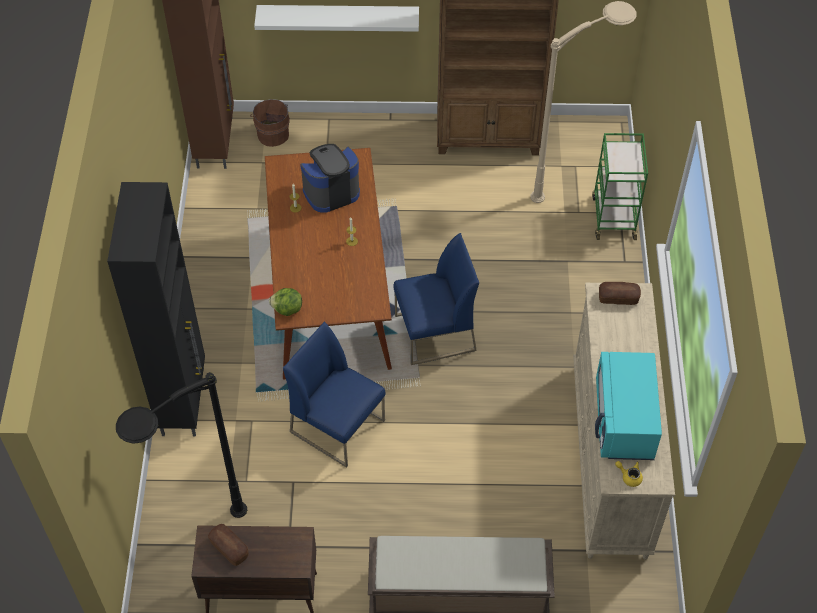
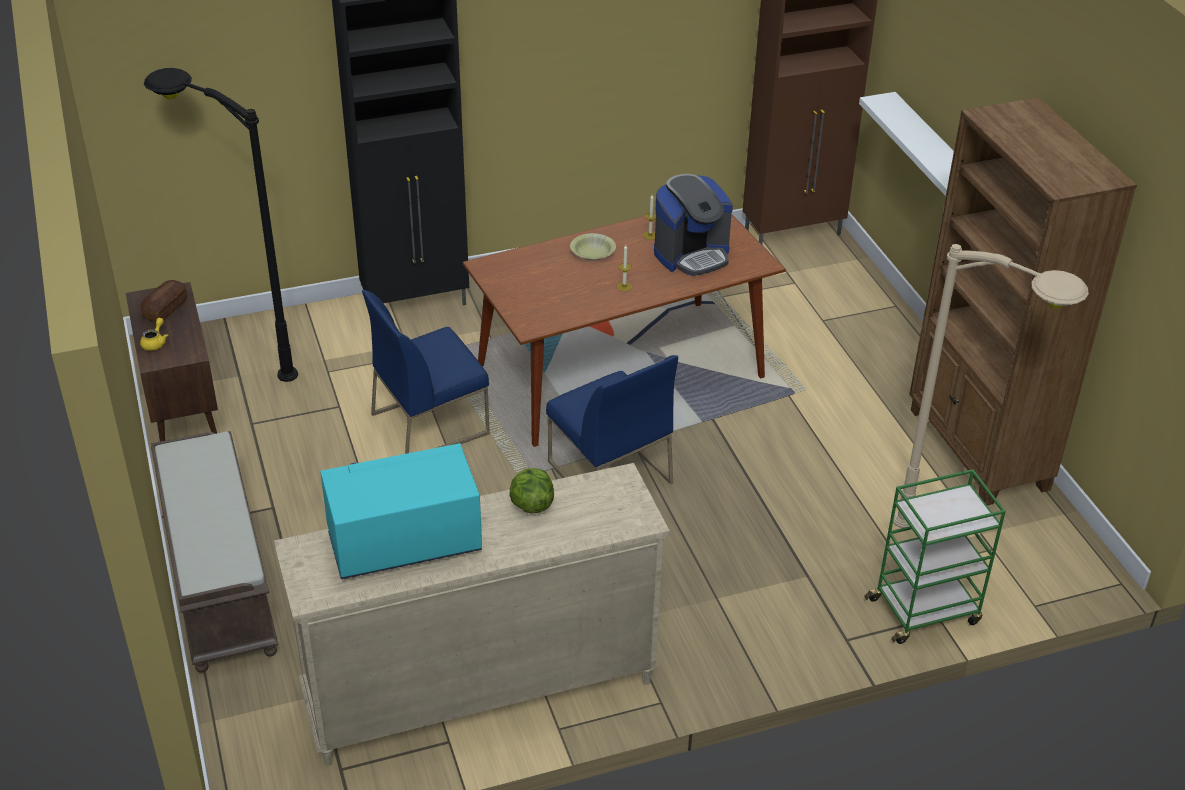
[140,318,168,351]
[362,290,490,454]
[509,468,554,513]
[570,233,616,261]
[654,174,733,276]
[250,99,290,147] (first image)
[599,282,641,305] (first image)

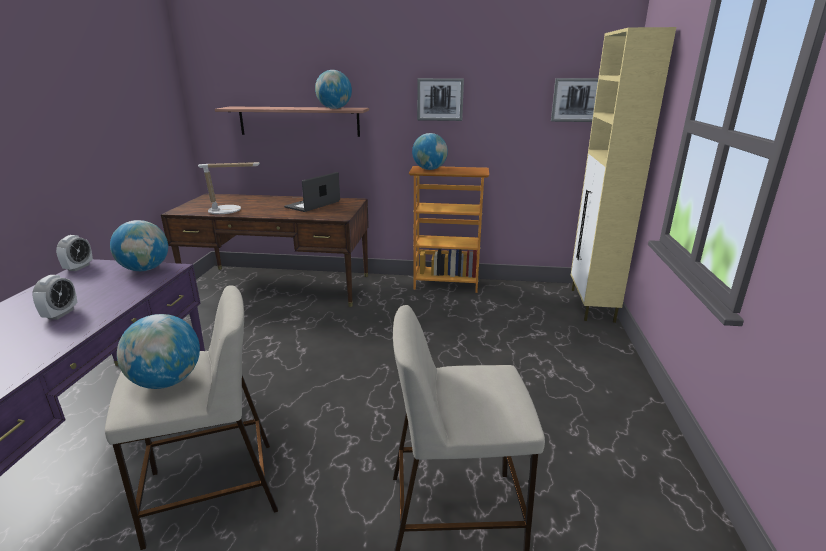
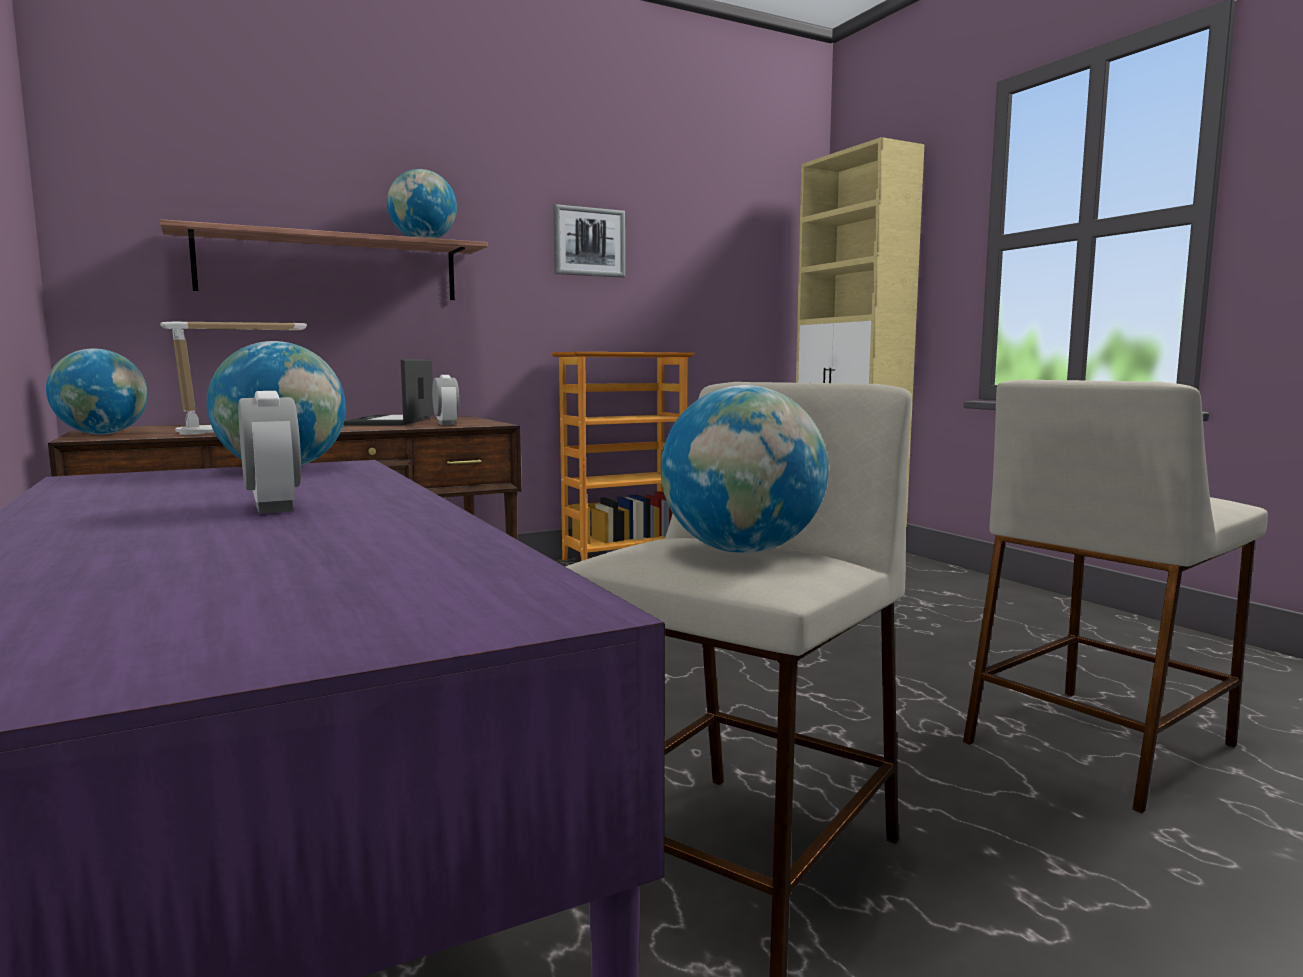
[46,348,148,434]
[432,375,459,425]
[551,78,598,122] (first image)

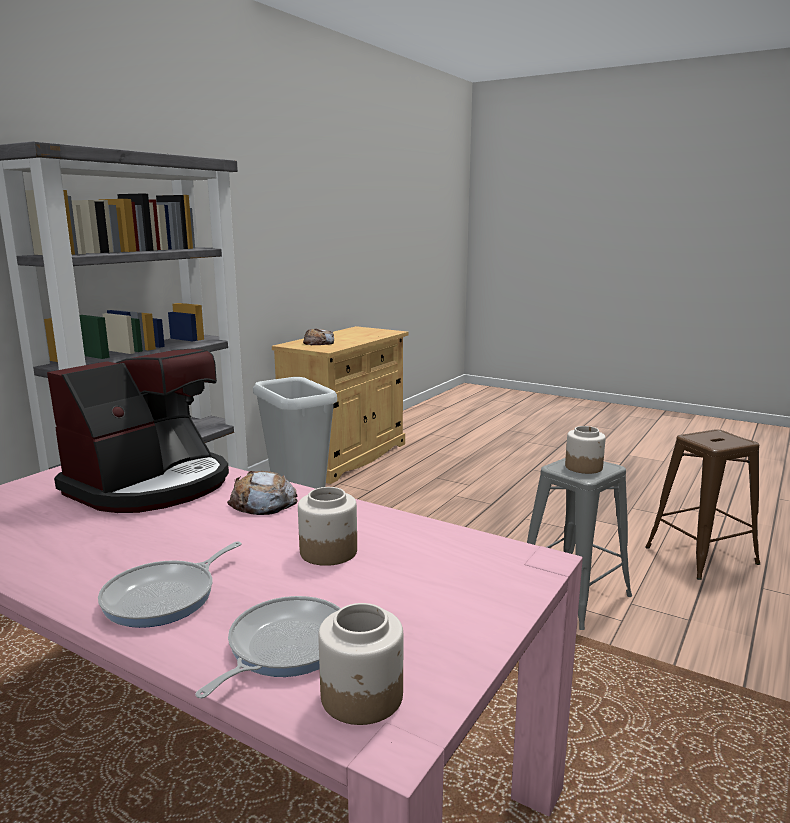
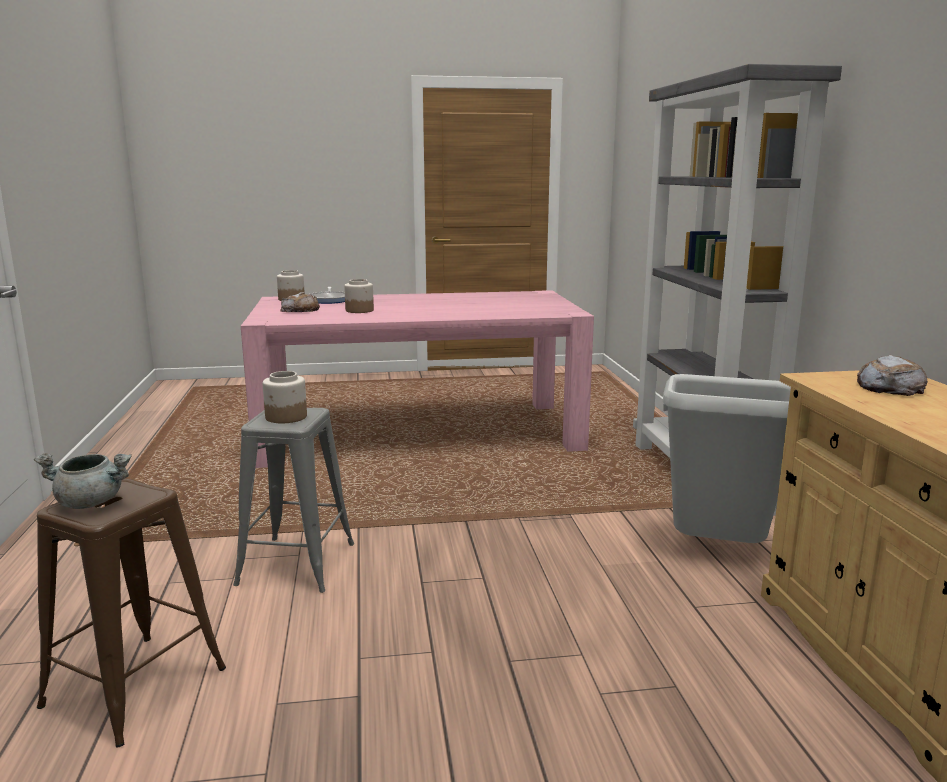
[33,453,132,509]
[281,292,320,312]
[47,349,229,513] (first image)
[98,541,242,628] (first image)

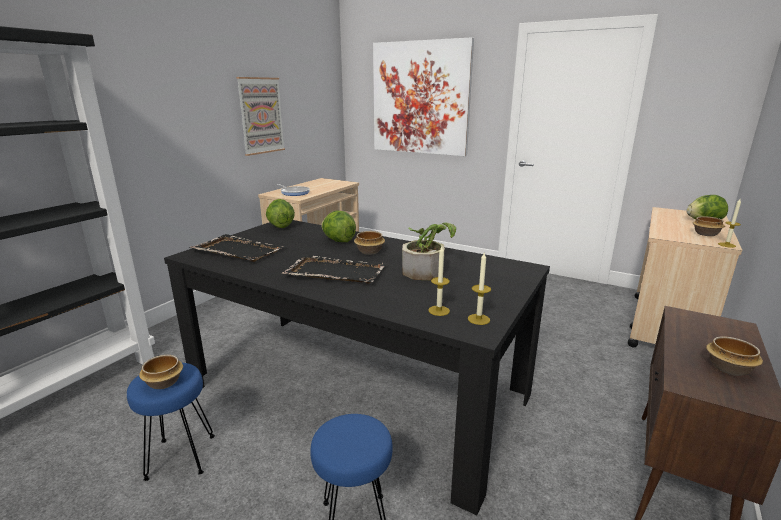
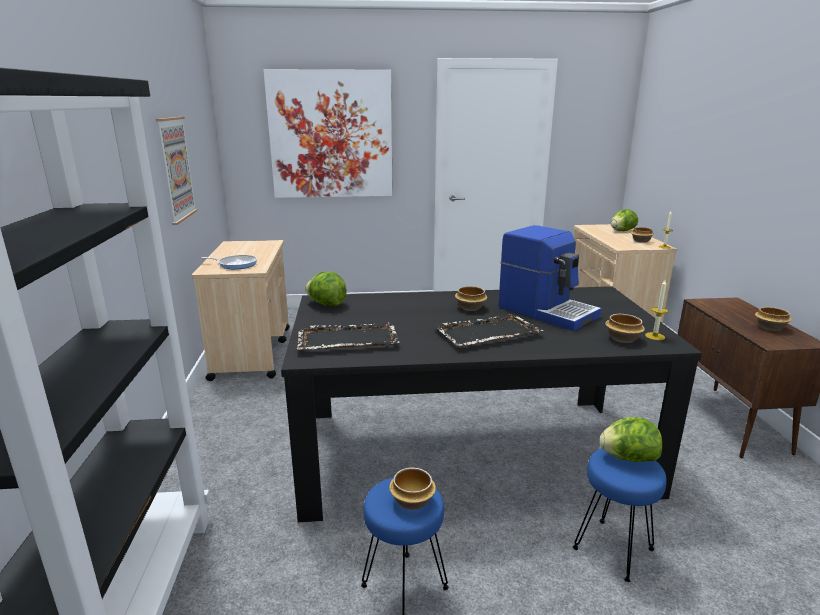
[498,225,602,331]
[599,417,662,462]
[605,314,645,343]

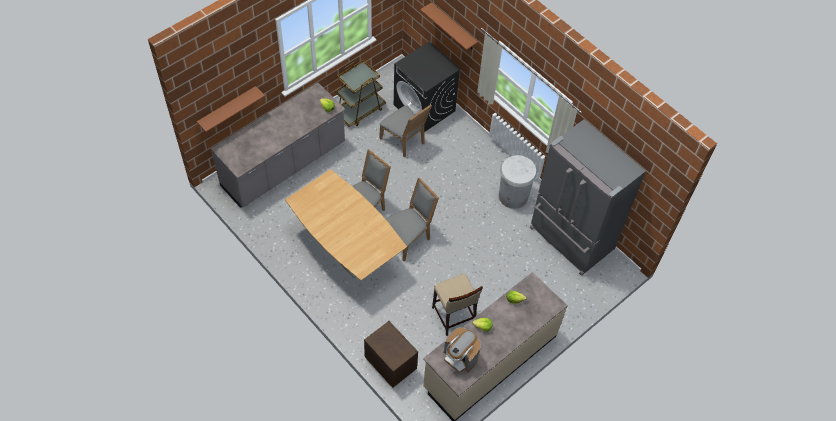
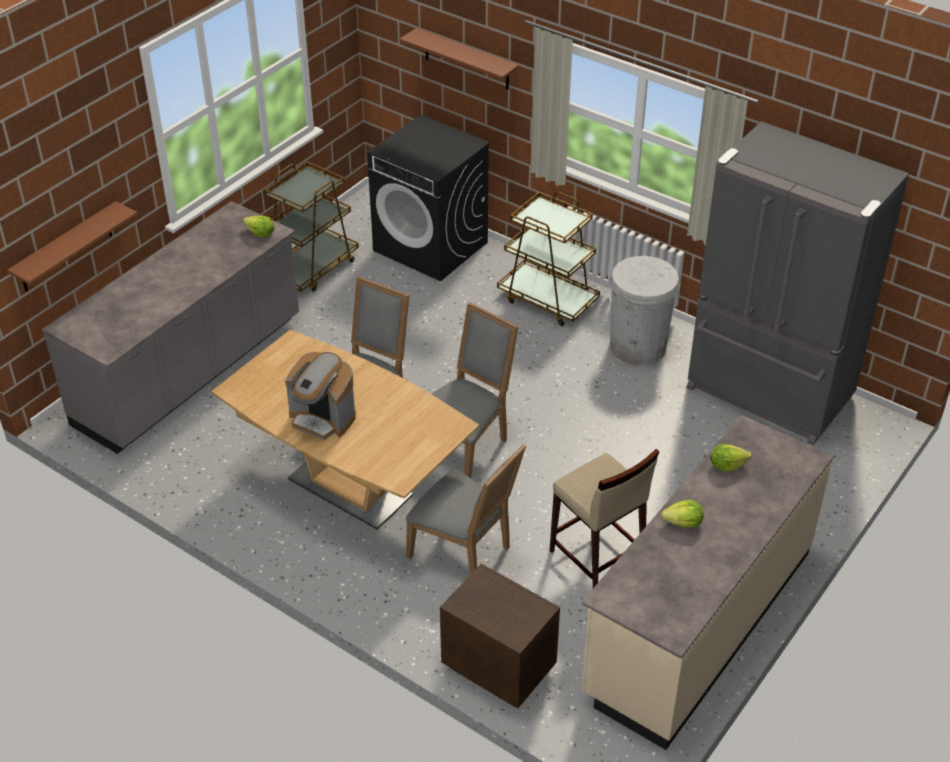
[285,352,356,440]
[406,444,526,575]
[497,192,600,326]

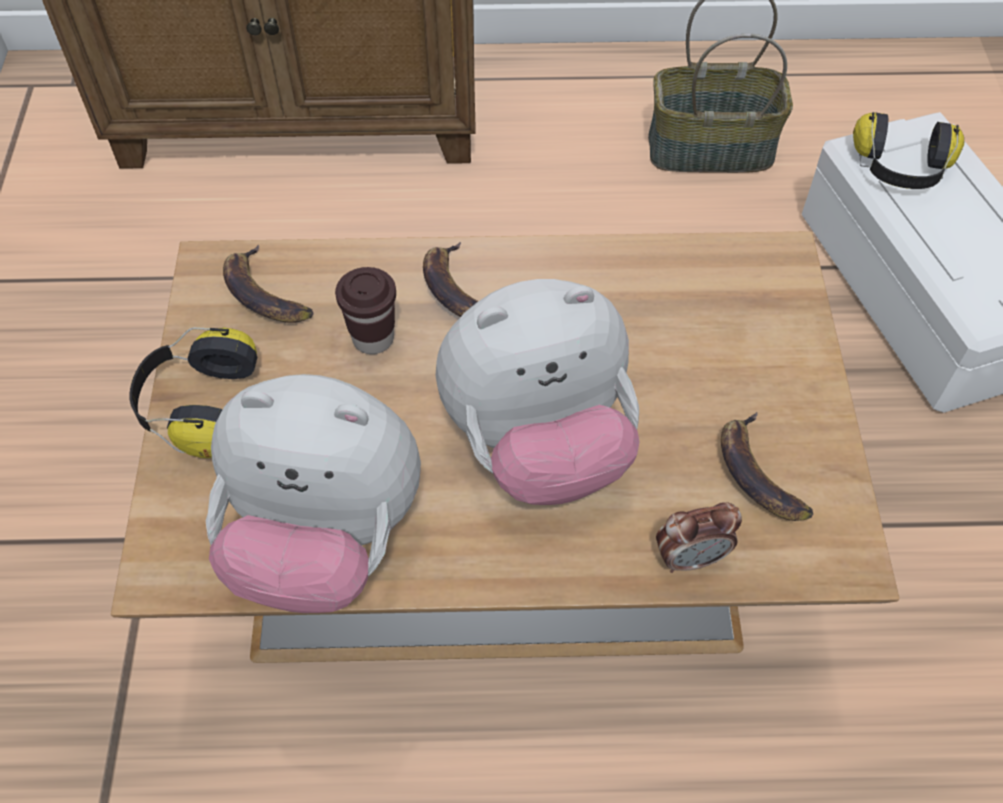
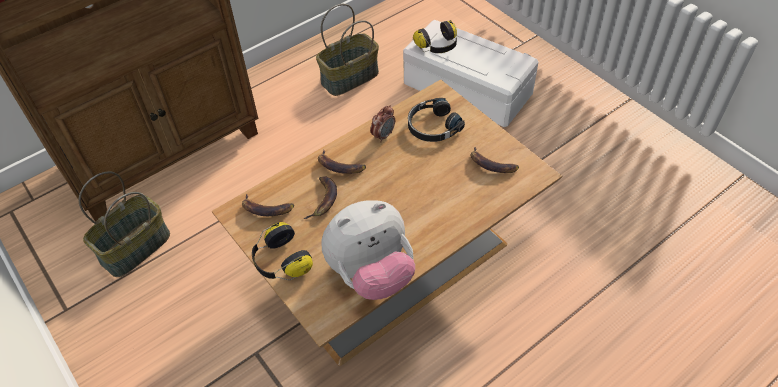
[79,171,170,277]
[304,176,337,219]
[370,105,395,143]
[408,98,465,142]
[435,279,640,505] (first image)

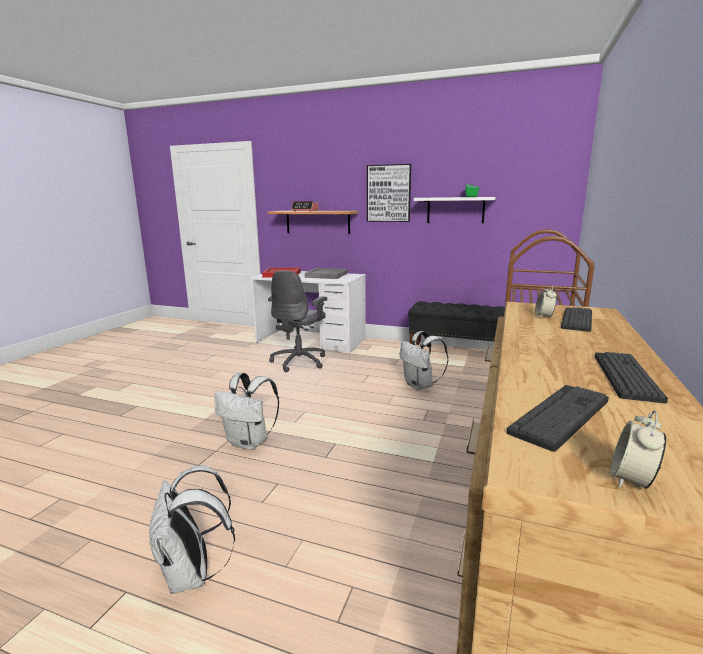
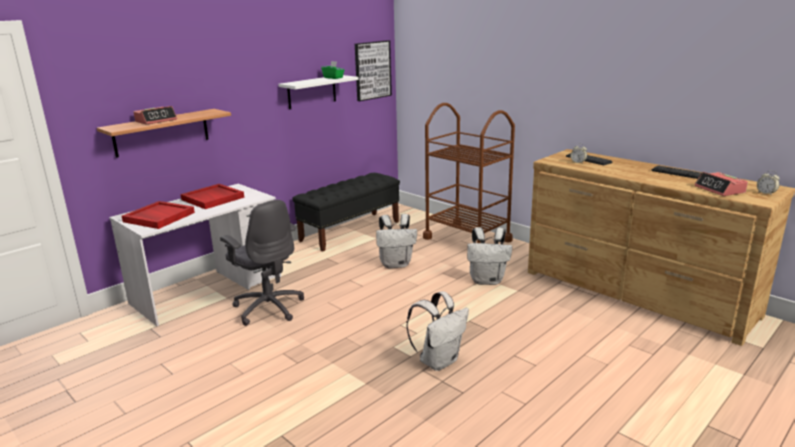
[180,184,244,209]
[355,40,392,101]
[467,227,512,285]
[694,172,748,196]

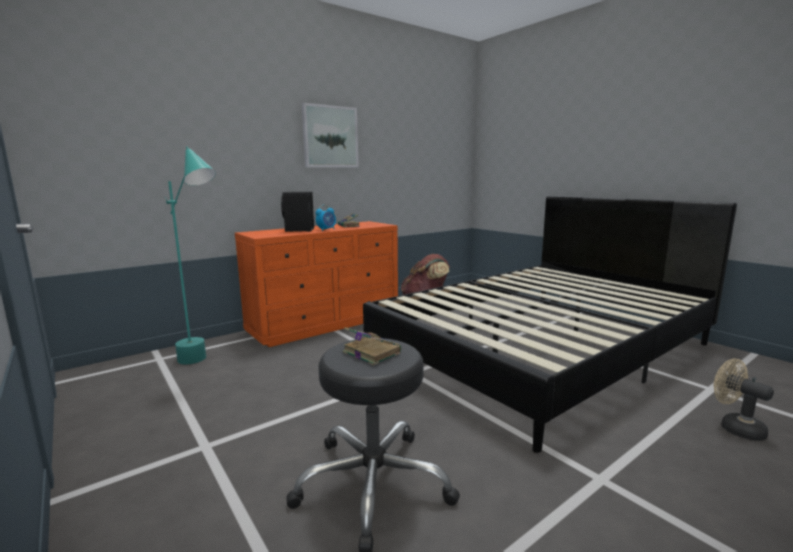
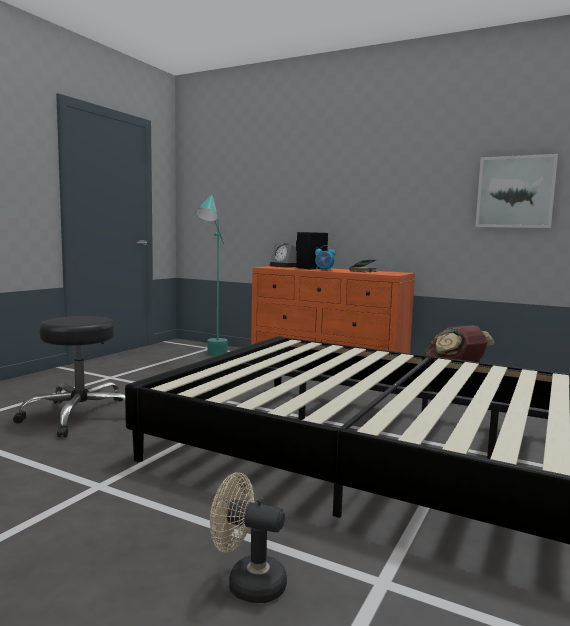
[210,472,287,603]
[270,243,297,268]
[475,154,558,228]
[343,327,401,365] (first image)

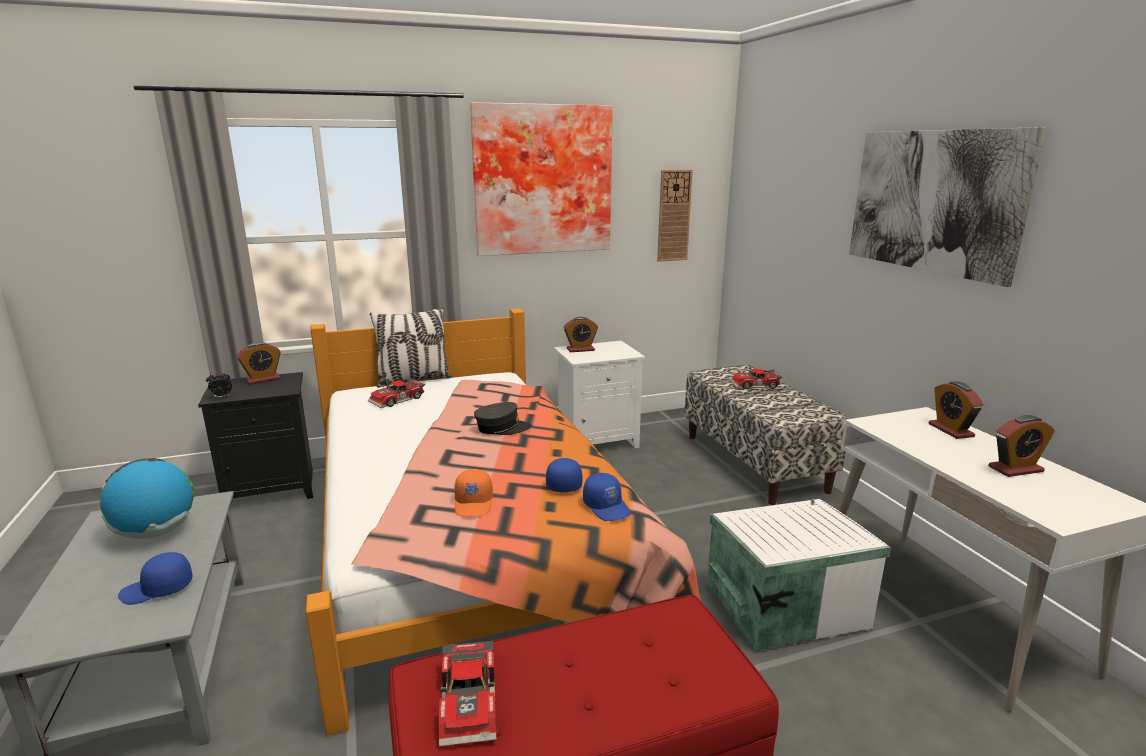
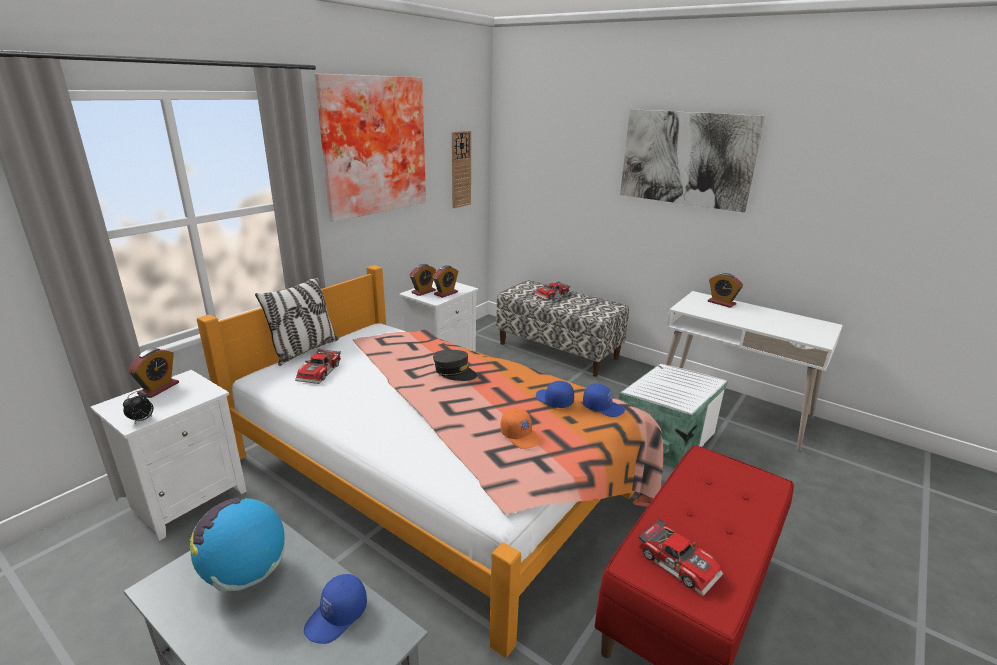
[90,370,247,541]
[433,265,458,298]
[433,350,477,381]

